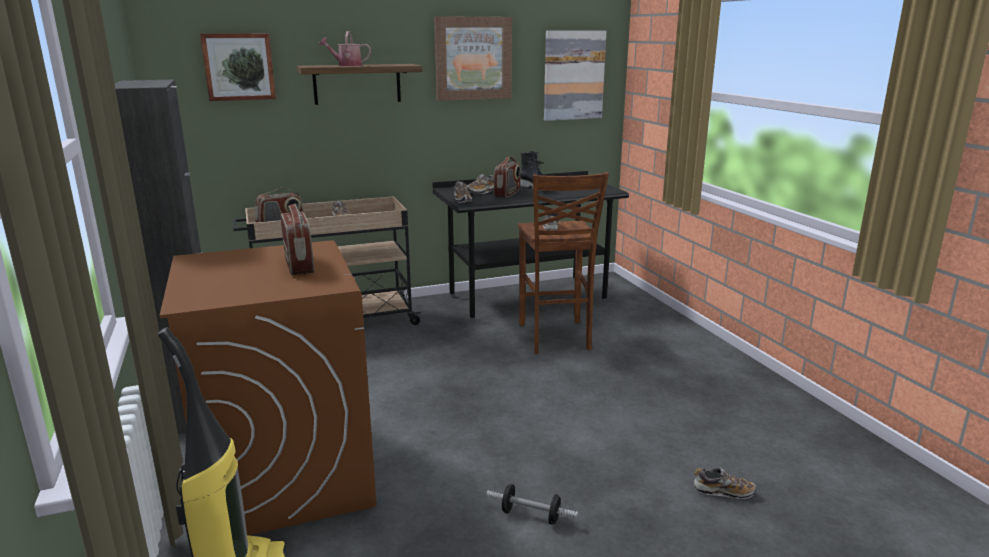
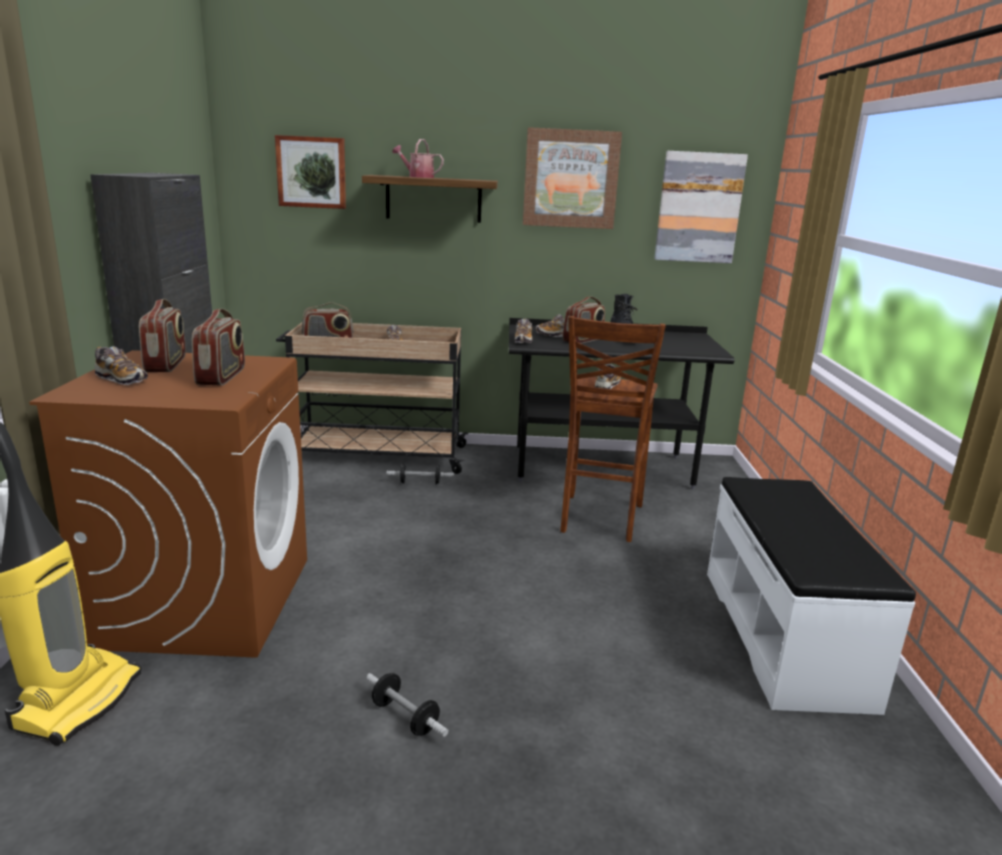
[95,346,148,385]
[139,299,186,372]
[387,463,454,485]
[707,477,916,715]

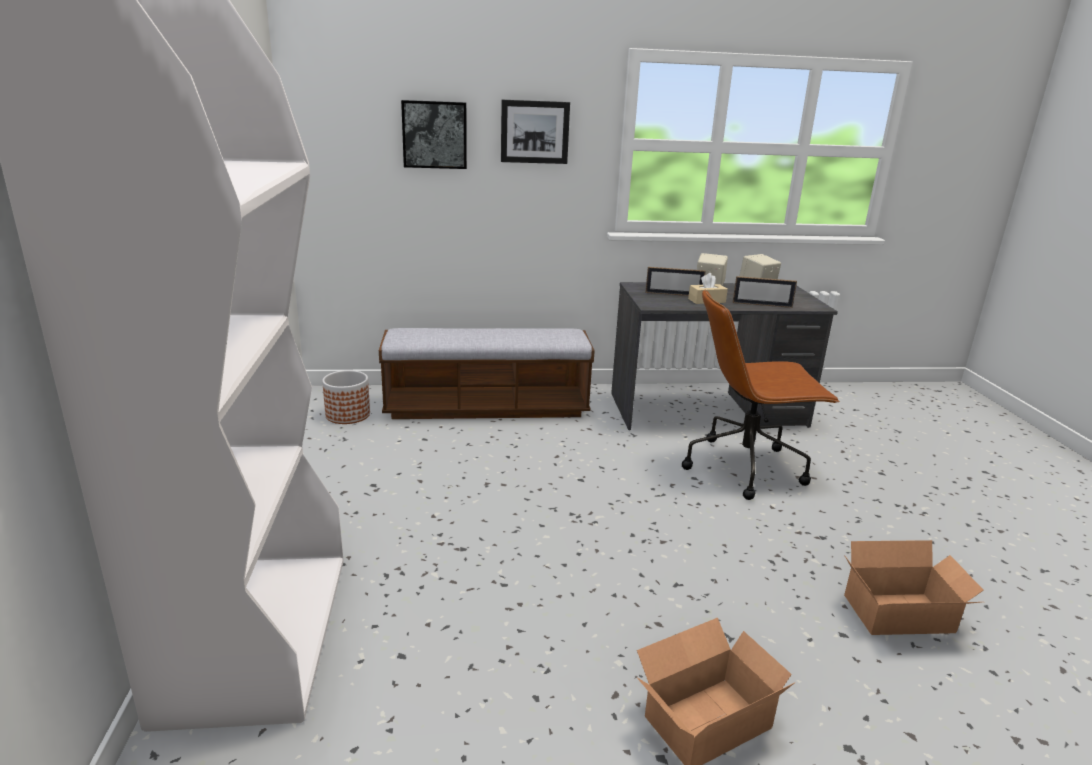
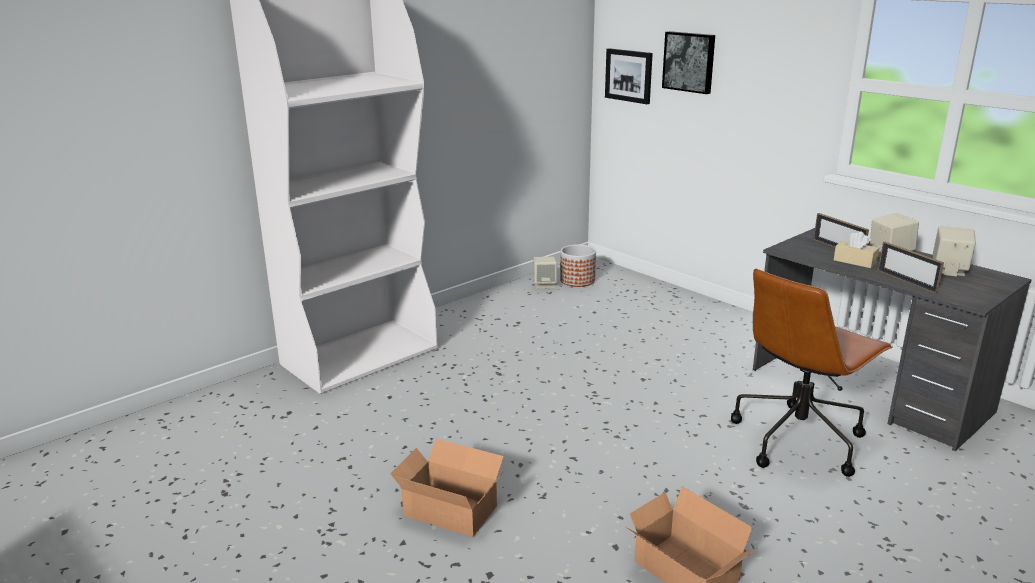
[533,257,557,289]
[605,48,653,104]
[731,269,893,477]
[379,328,595,419] (first image)

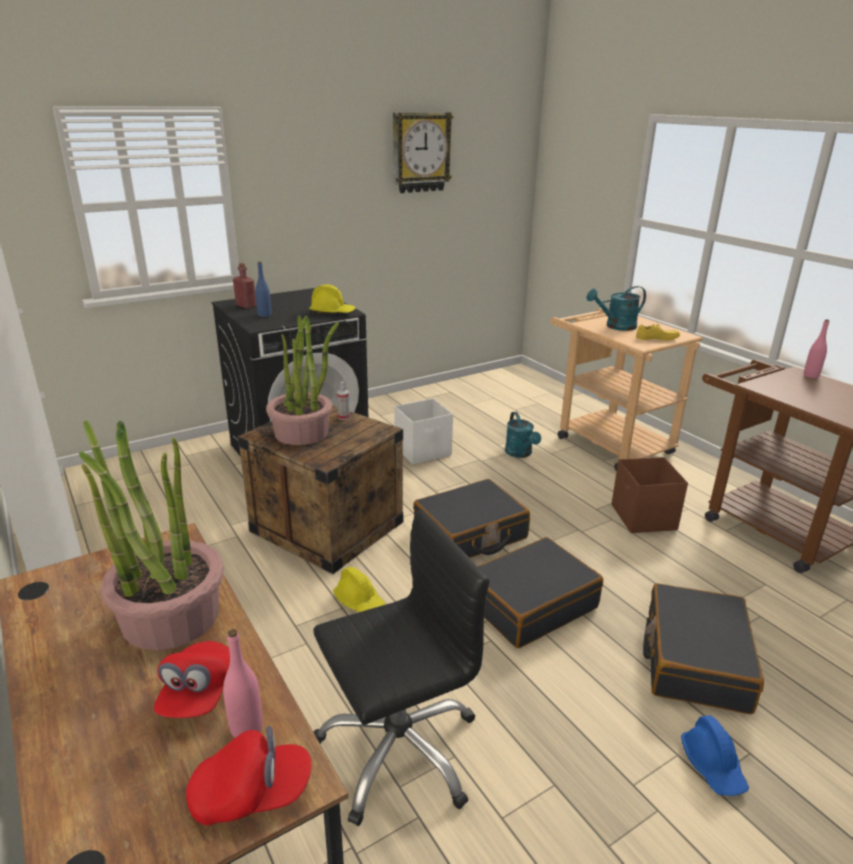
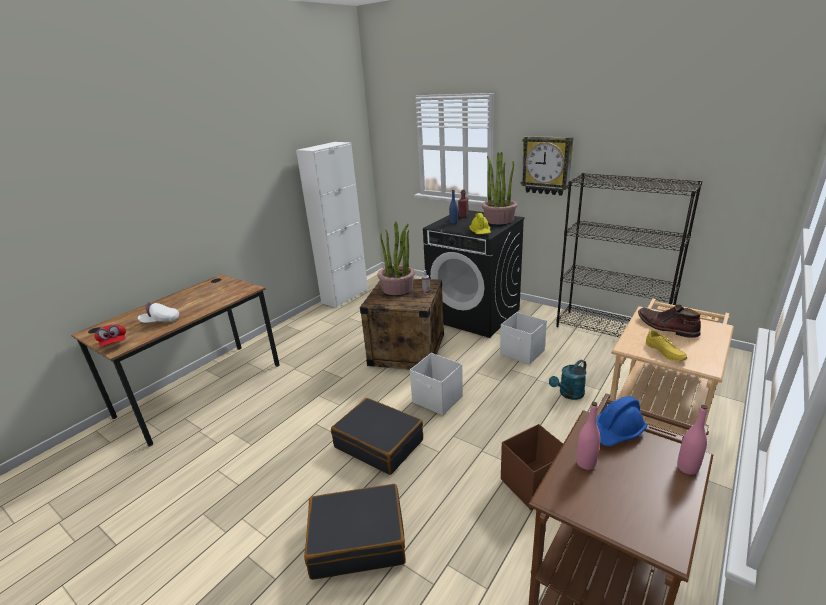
[138,302,179,323]
[410,353,463,415]
[482,151,518,224]
[521,136,573,196]
[556,173,702,337]
[576,402,600,470]
[596,396,647,446]
[638,305,701,338]
[313,509,490,826] (first image)
[333,567,386,612] (first image)

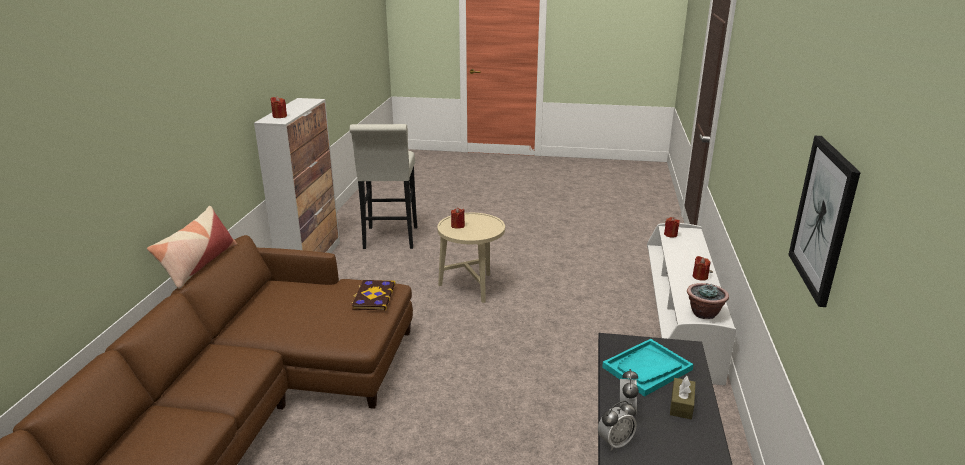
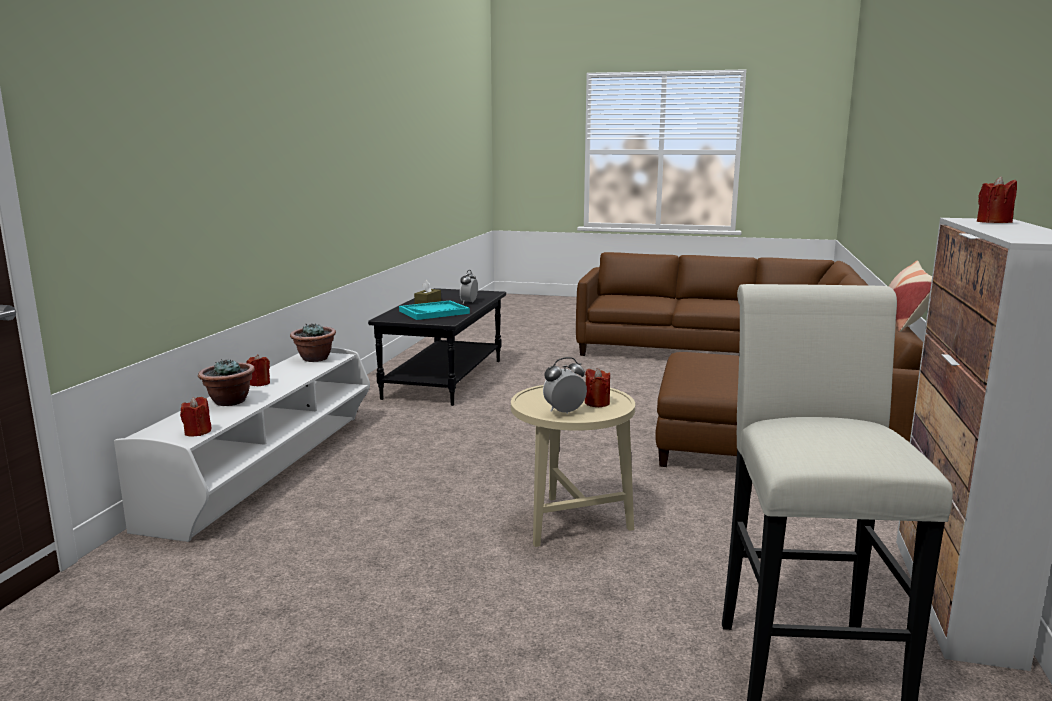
[198,359,255,406]
[543,357,587,414]
[352,280,395,310] (first image)
[788,136,861,307] (first image)

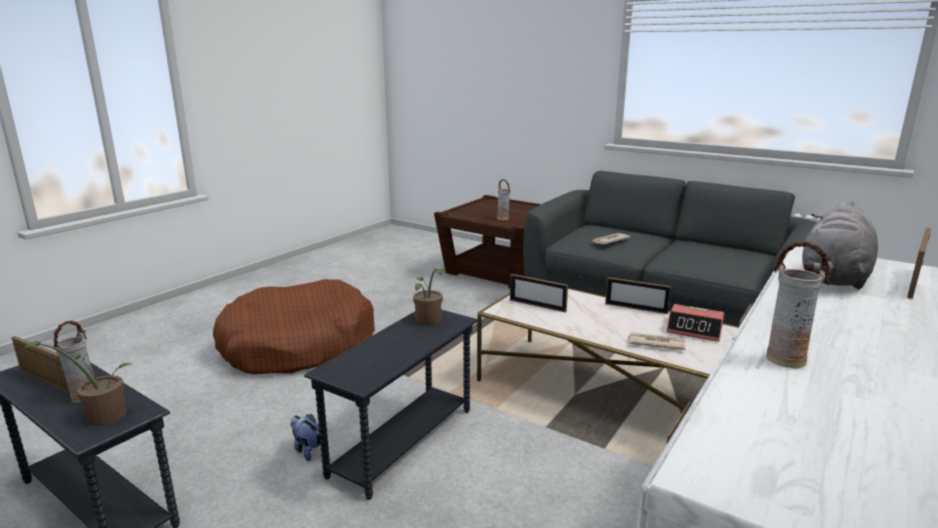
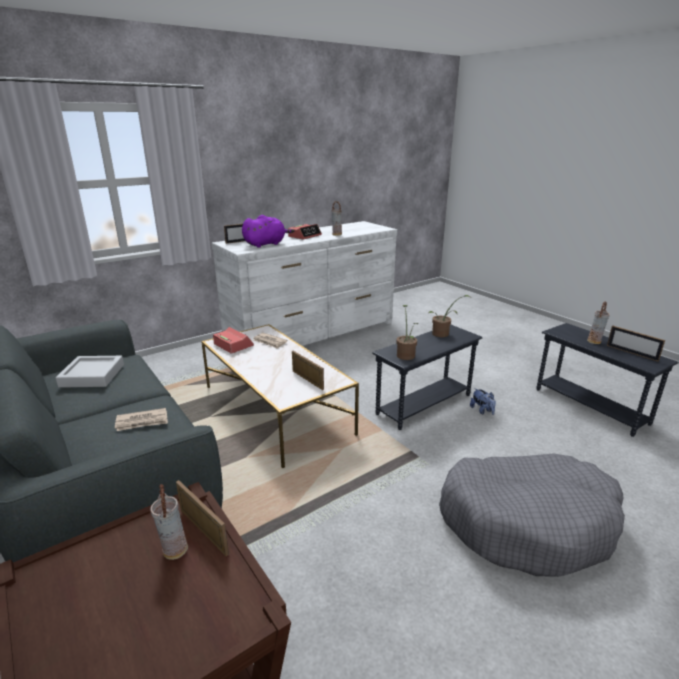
[56,356,124,388]
[176,480,229,556]
[242,215,294,248]
[288,224,322,239]
[429,295,470,337]
[439,453,625,577]

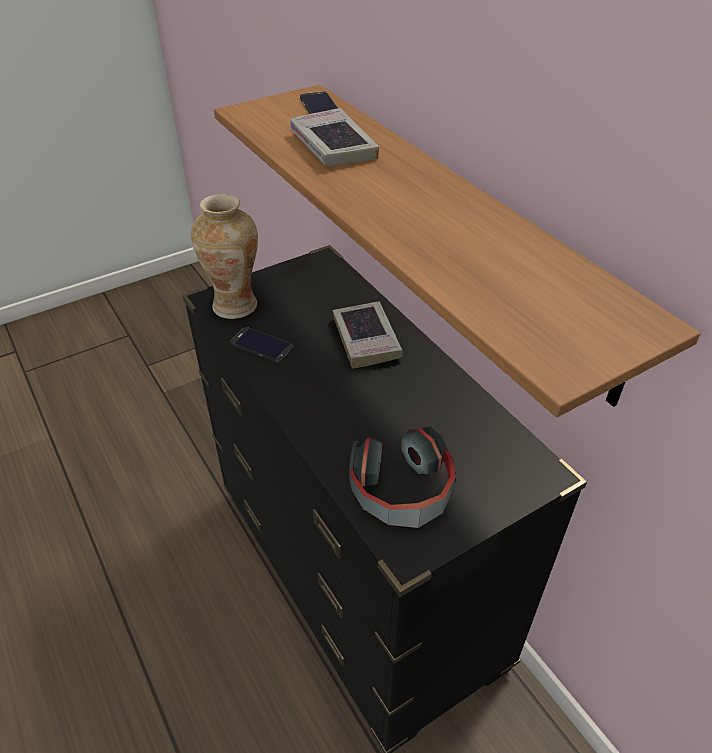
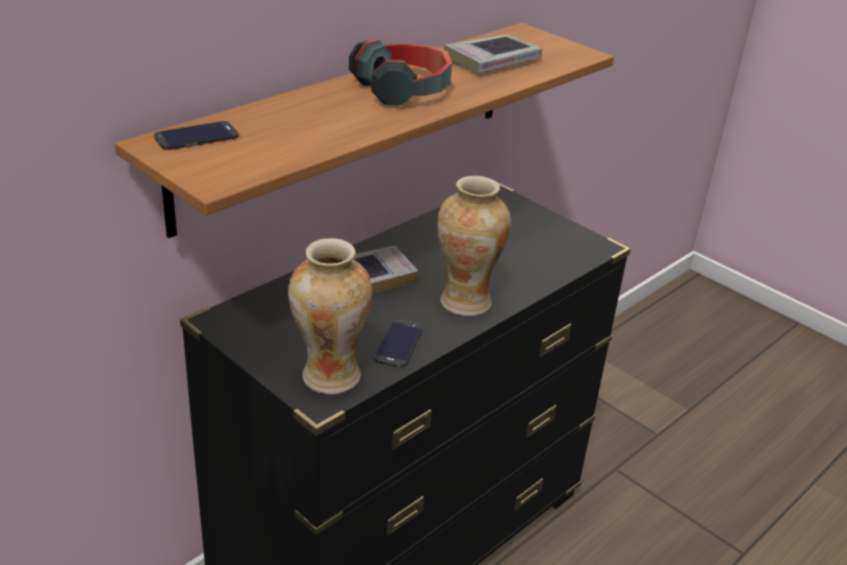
[349,39,452,105]
[437,176,511,316]
[444,34,542,73]

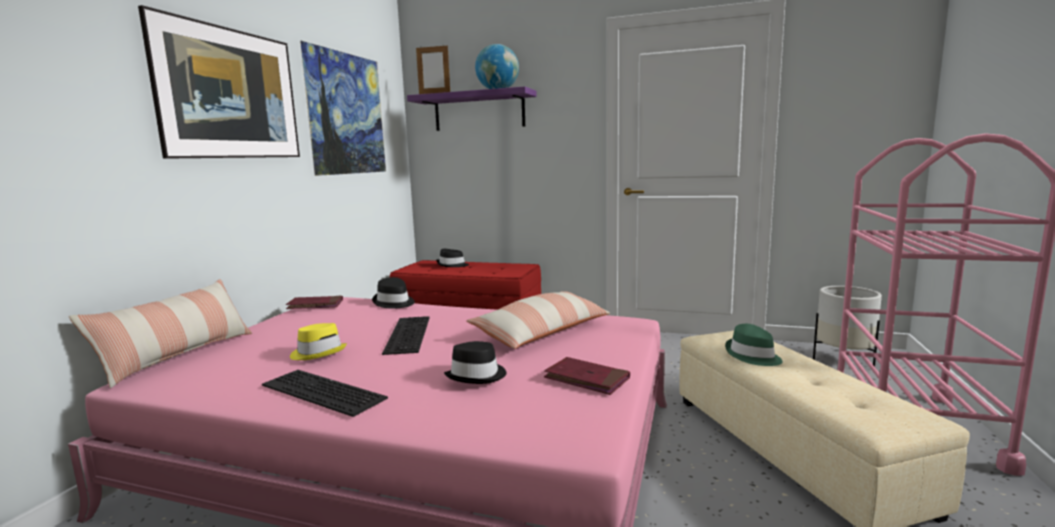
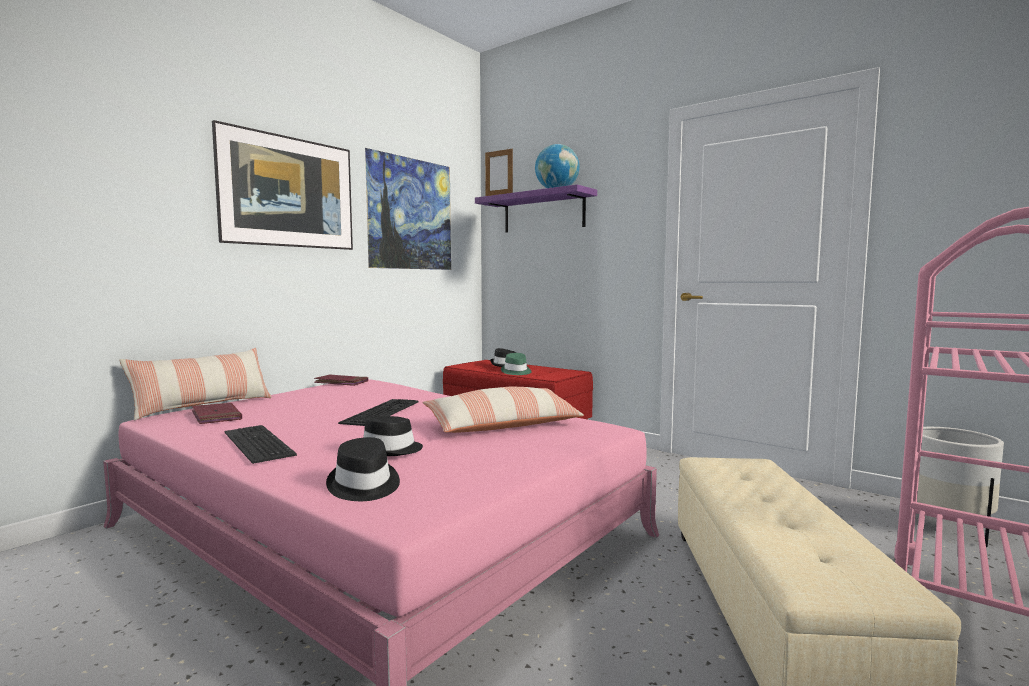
[192,403,242,424]
[326,437,400,501]
[501,353,532,375]
[290,323,347,360] (first image)

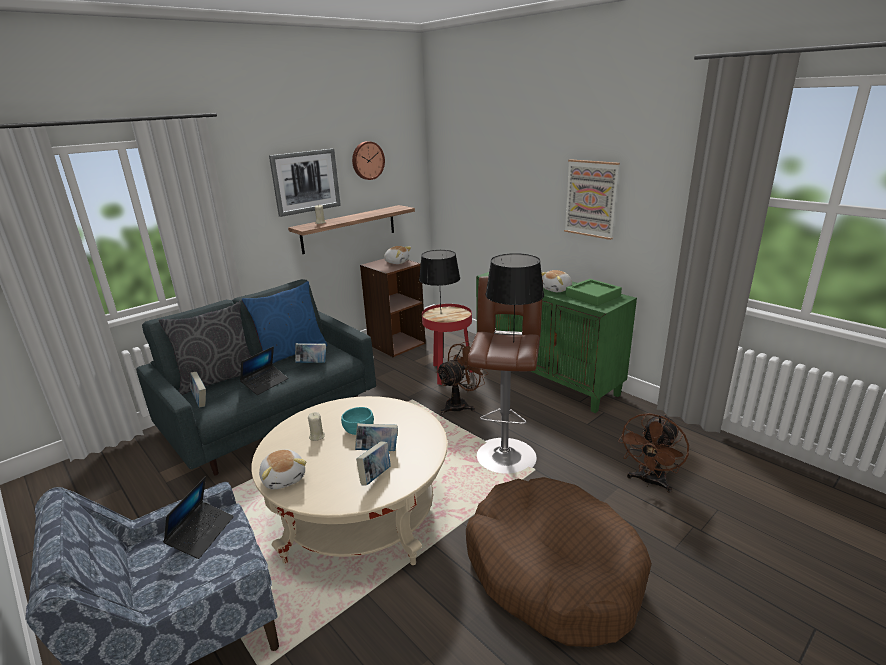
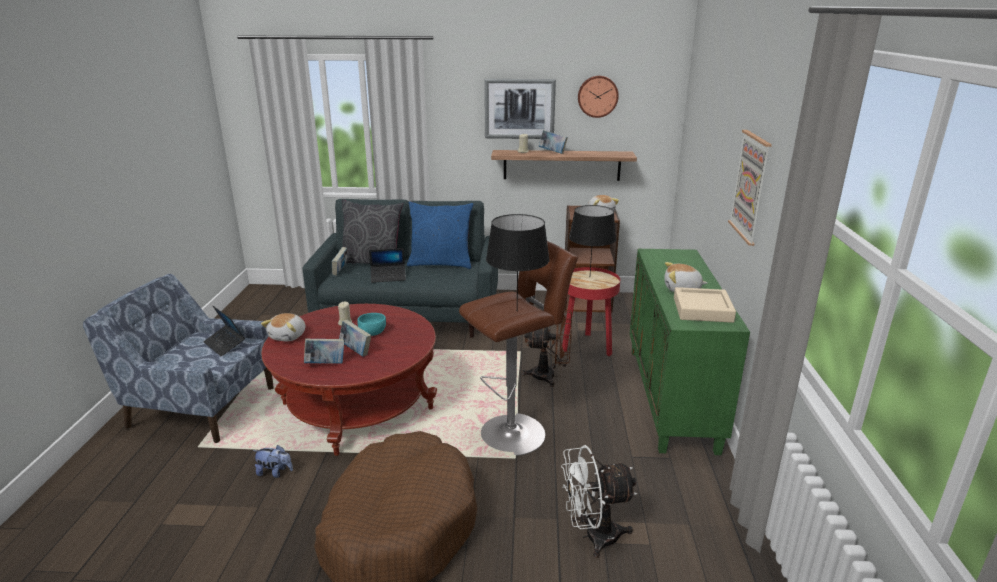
[203,306,245,356]
[253,445,293,478]
[261,304,437,456]
[539,130,568,154]
[561,445,637,558]
[674,287,736,323]

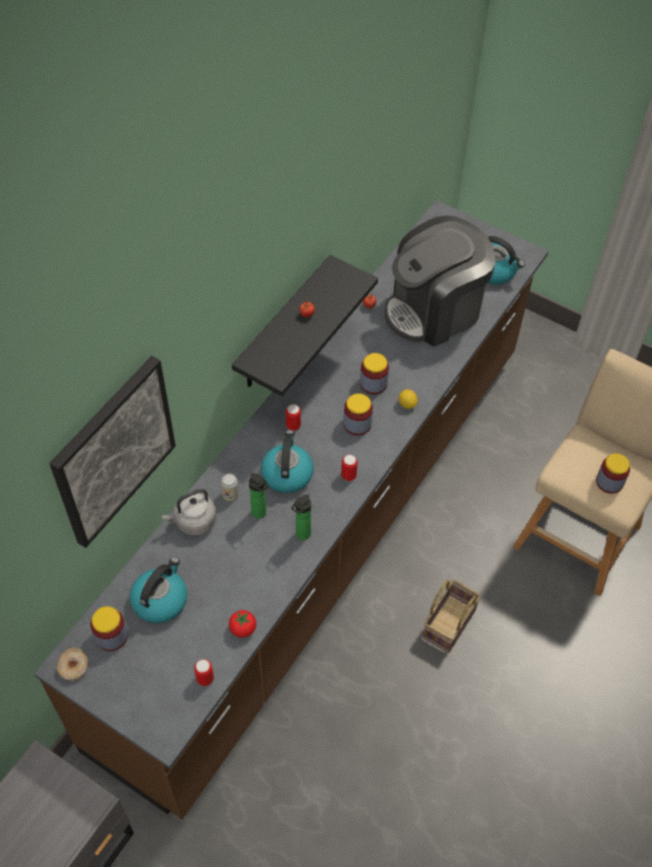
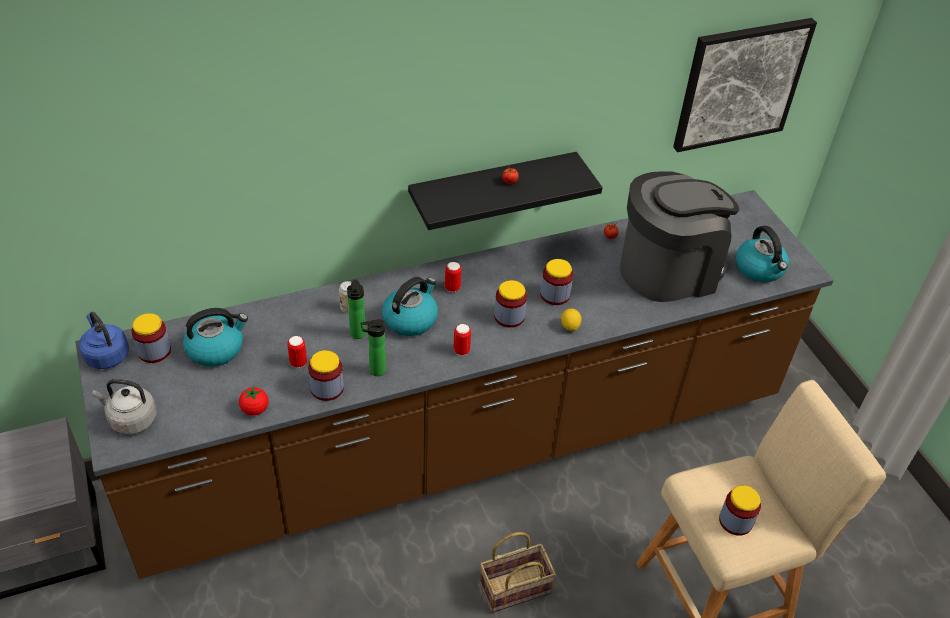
[79,312,129,369]
[93,379,157,435]
[287,336,307,368]
[308,350,344,401]
[620,171,739,302]
[673,18,817,152]

